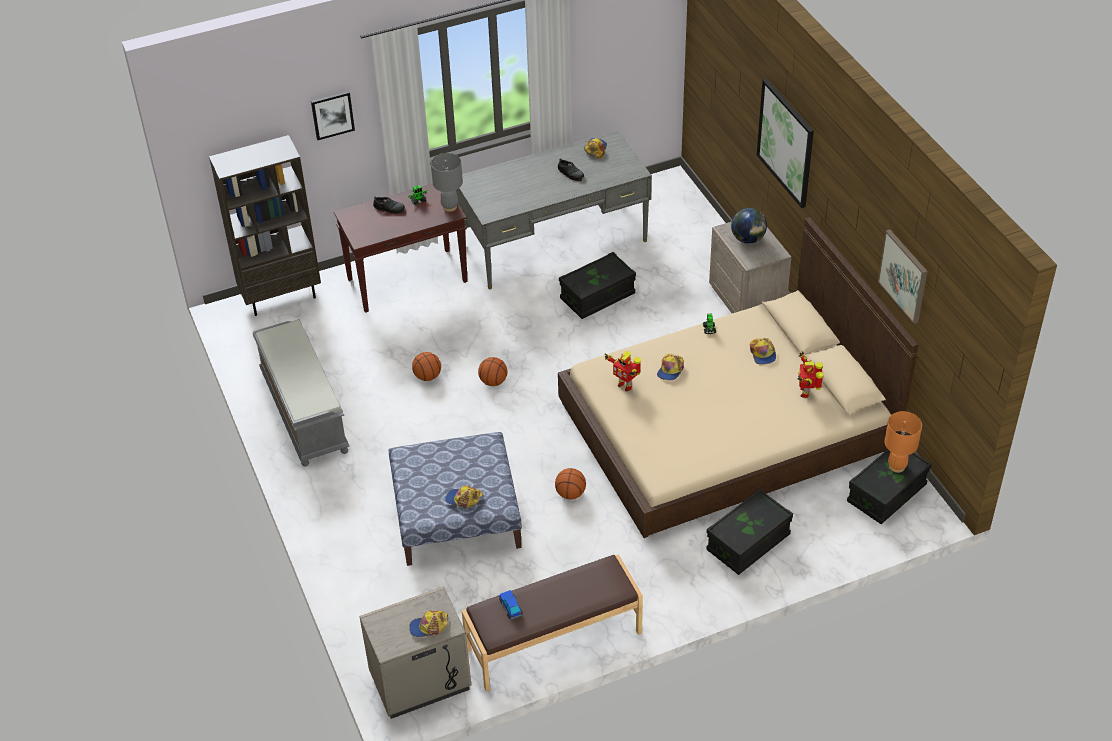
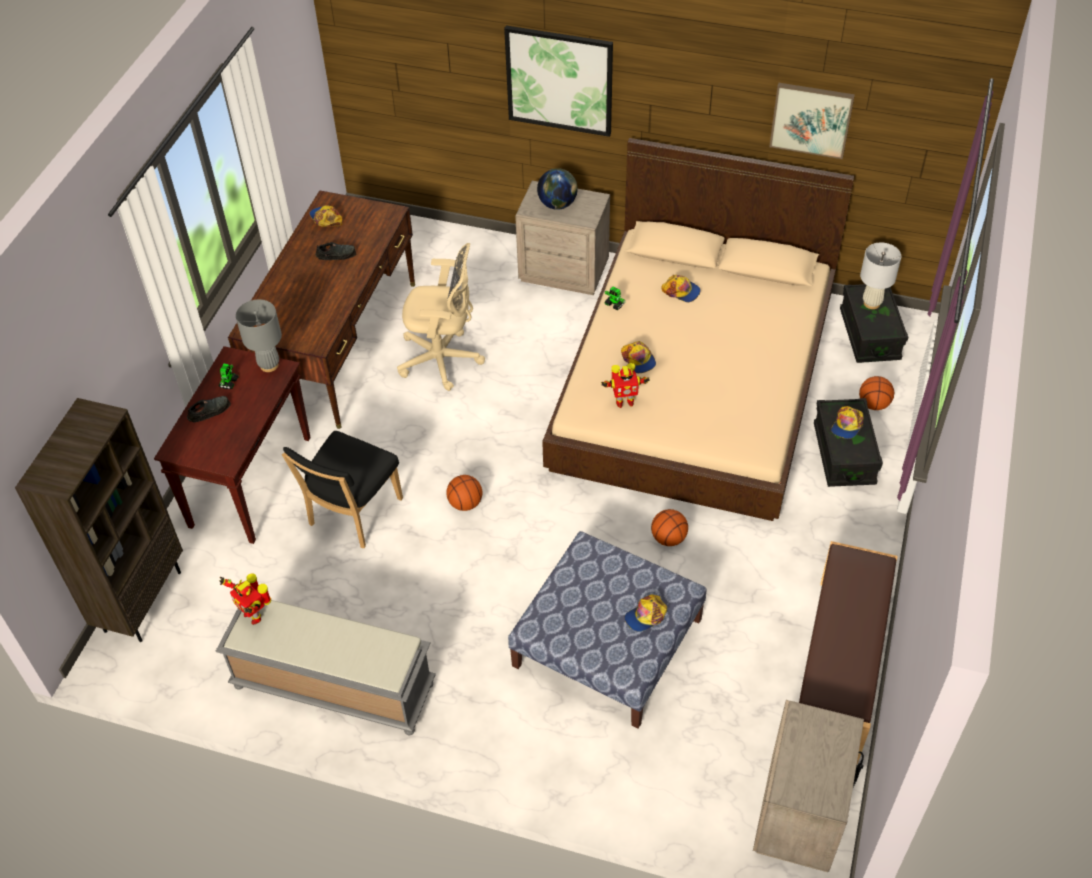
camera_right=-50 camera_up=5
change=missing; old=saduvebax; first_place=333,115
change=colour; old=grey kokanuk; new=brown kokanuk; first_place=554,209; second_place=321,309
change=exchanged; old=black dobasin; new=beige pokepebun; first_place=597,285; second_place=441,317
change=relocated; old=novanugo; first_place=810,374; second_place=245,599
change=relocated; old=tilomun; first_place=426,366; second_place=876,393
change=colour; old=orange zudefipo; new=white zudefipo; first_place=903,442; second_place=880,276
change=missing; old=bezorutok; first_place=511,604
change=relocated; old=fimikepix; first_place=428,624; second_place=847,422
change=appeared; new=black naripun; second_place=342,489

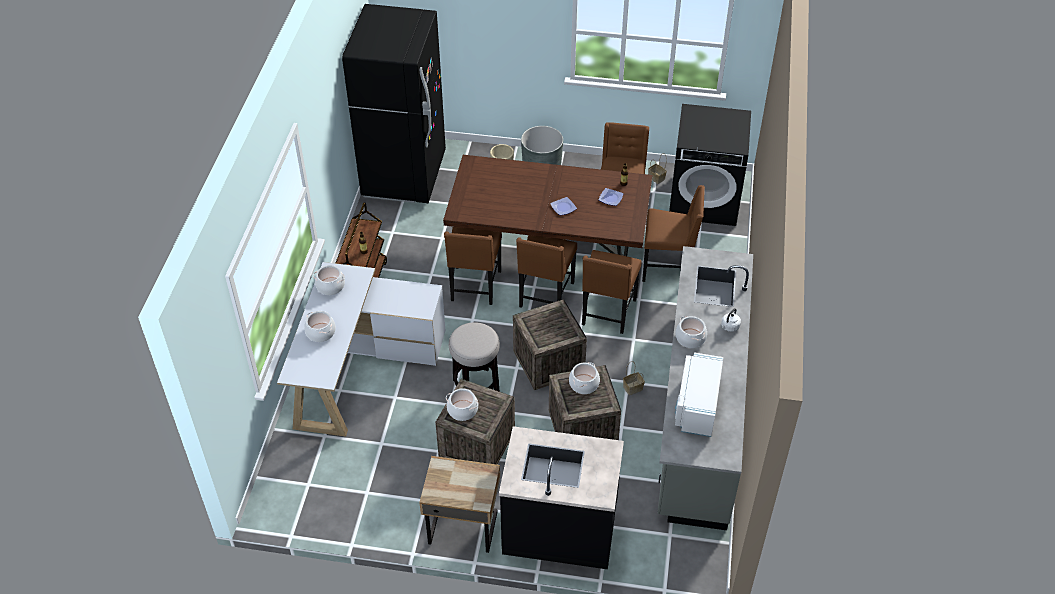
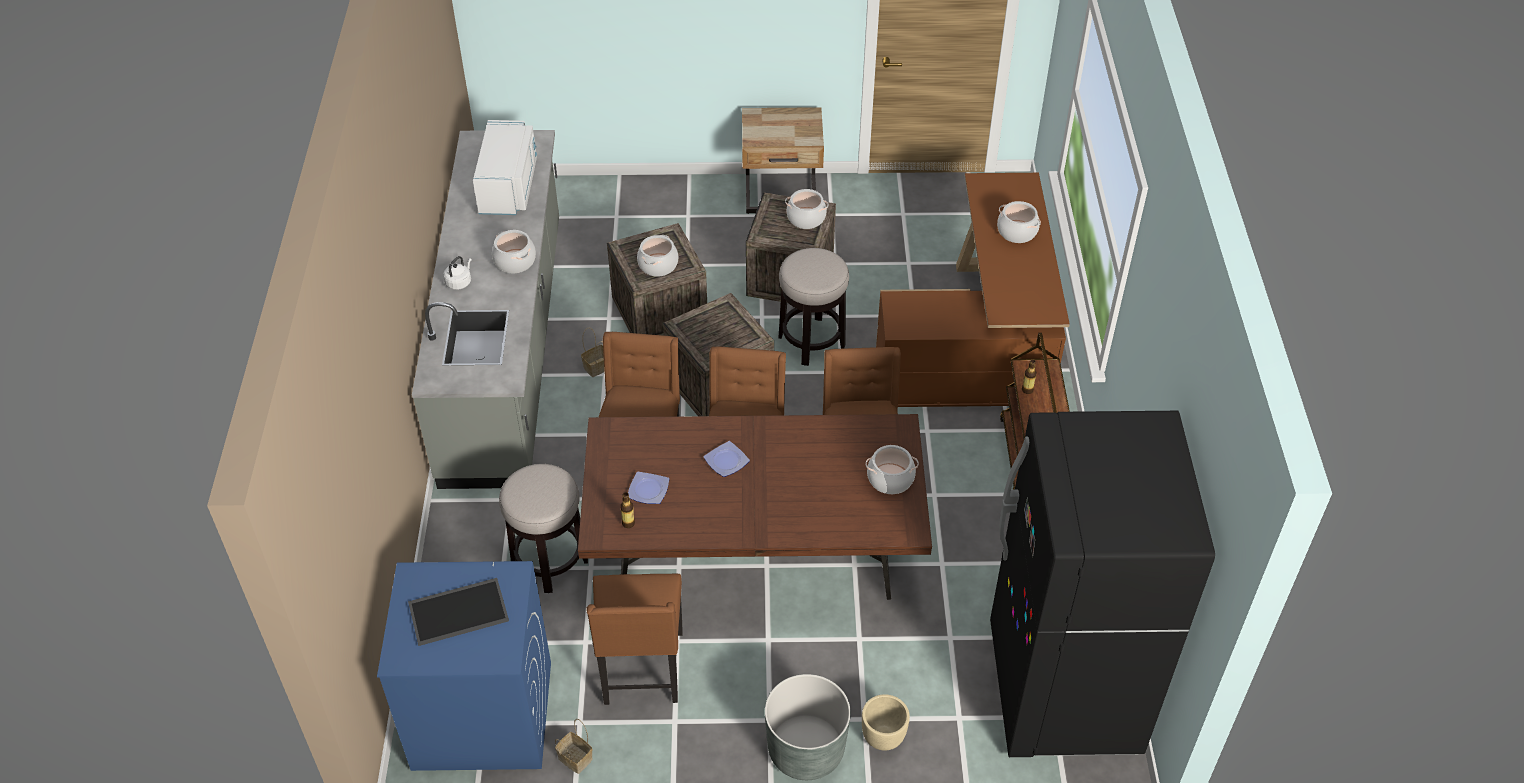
camera_right=170 camera_up=0
change=colour; old=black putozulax; new=blue putozulax; first_place=710,165; second_place=464,666
change=exchanged; old=brown naripun; new=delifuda; first_place=673,233; second_place=543,528
change=colour; old=white kokanuk; new=brown kokanuk; first_place=361,349; second_place=973,290
change=relocated; old=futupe; first_place=329,280; second_place=892,469
change=missing; old=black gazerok; first_place=561,497
change=appeared; new=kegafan; second_place=458,612

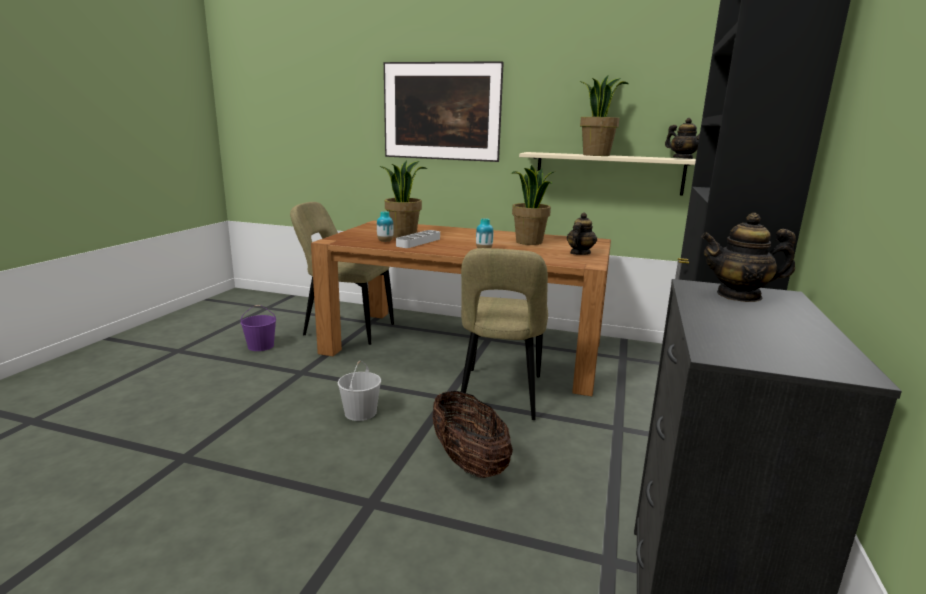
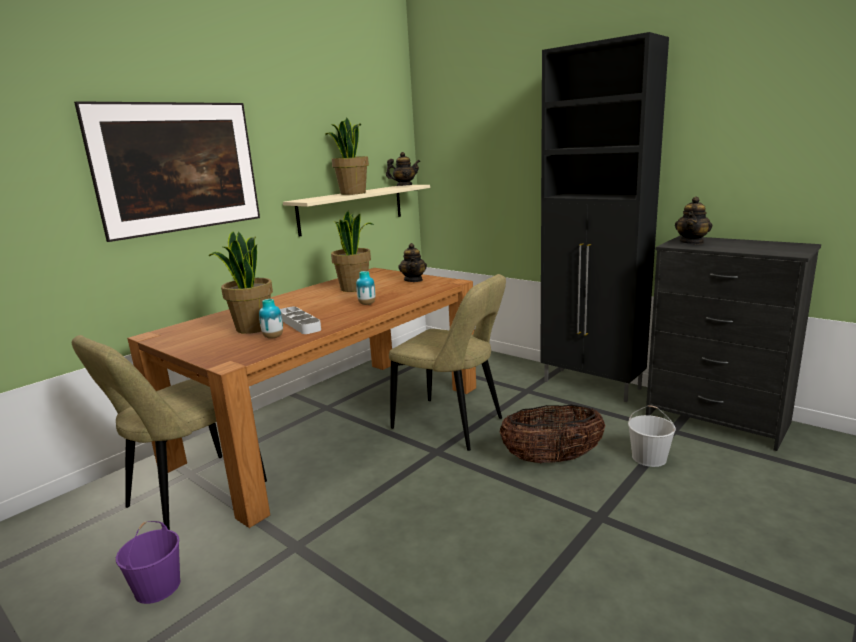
camera_right=-65 camera_up=0
change=spun; old=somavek; first_place=582,234; second_place=412,262; degrees=-150
change=relocated; old=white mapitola; first_place=359,391; second_place=652,436

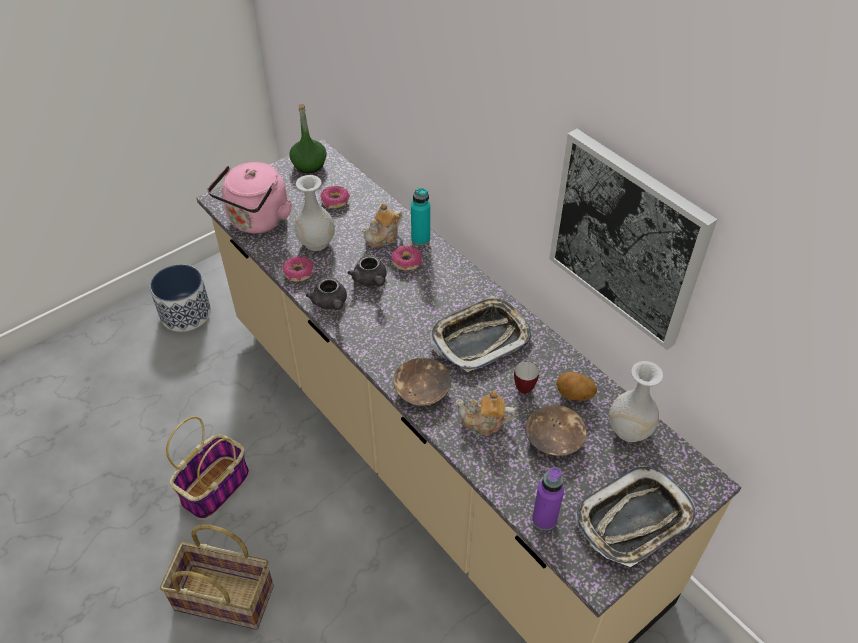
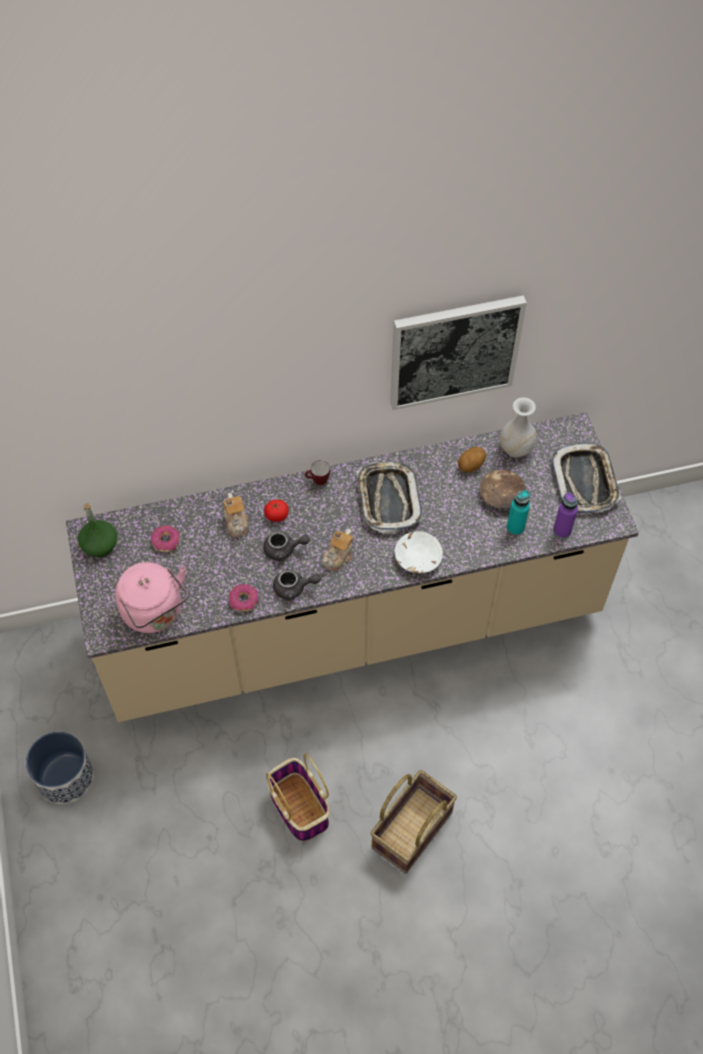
camera_right=-65 camera_up=10
change=missing; old=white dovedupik; first_place=315,213
change=relocated; old=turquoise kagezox; first_place=420,216; second_place=518,512
change=exchanged; old=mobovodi; new=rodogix; first_place=406,258; second_place=276,511
change=colour; old=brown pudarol; new=white pudarol; first_place=422,382; second_place=419,552
change=relocated; old=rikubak; first_place=526,377; second_place=317,472
change=relocated; old=somavek; first_place=486,413; second_place=337,550

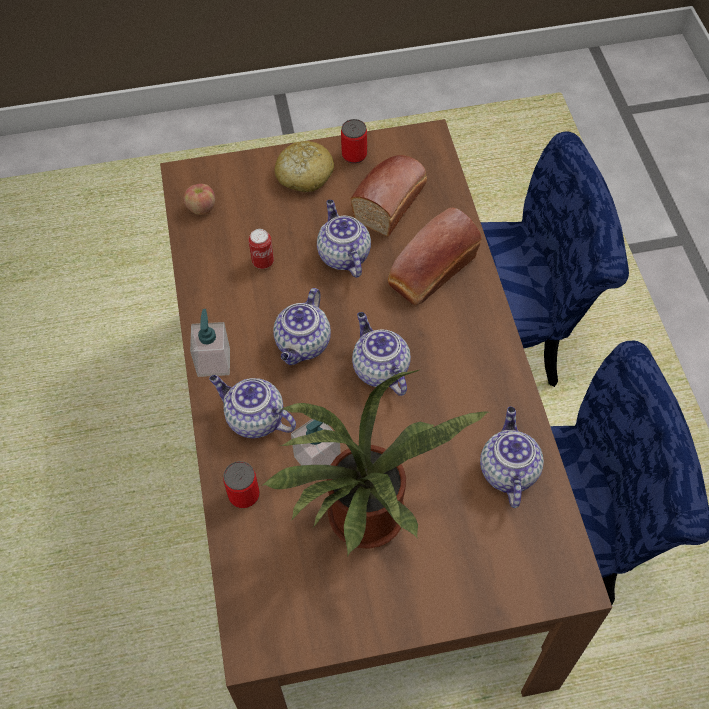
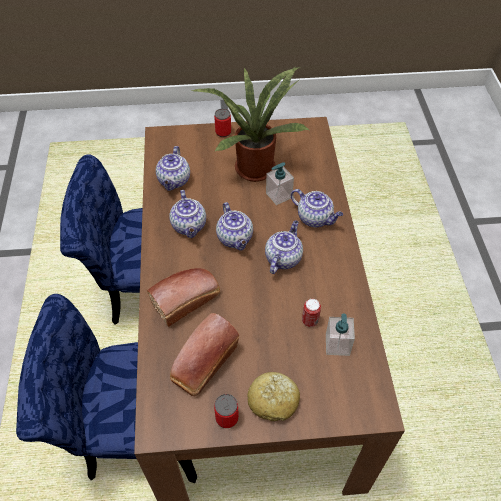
camera_right=-175 camera_up=-5
change=missing; old=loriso; first_place=199,199
change=relocated; old=somavek; first_place=344,239; second_place=187,214
change=relocated; old=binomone; first_place=210,343; second_place=340,335
change=relocated; old=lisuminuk; first_place=241,484; second_place=222,123

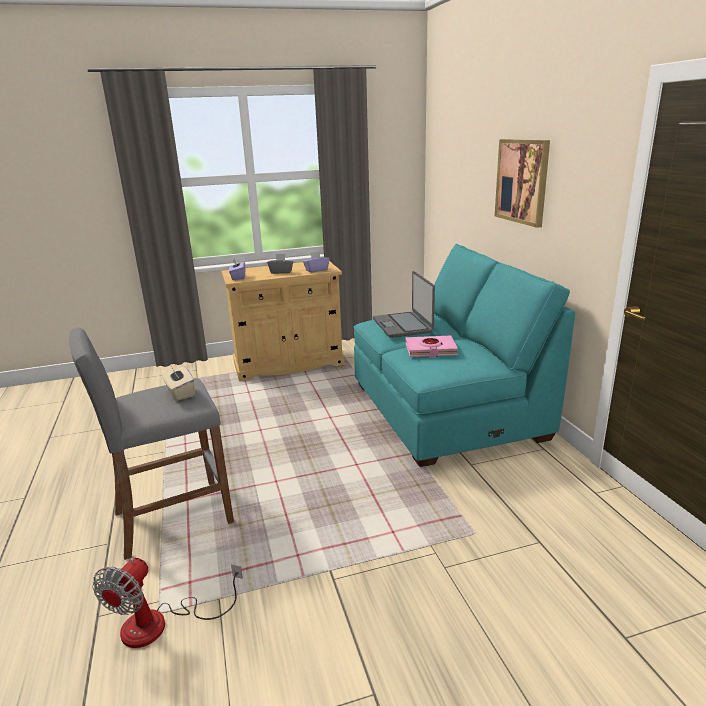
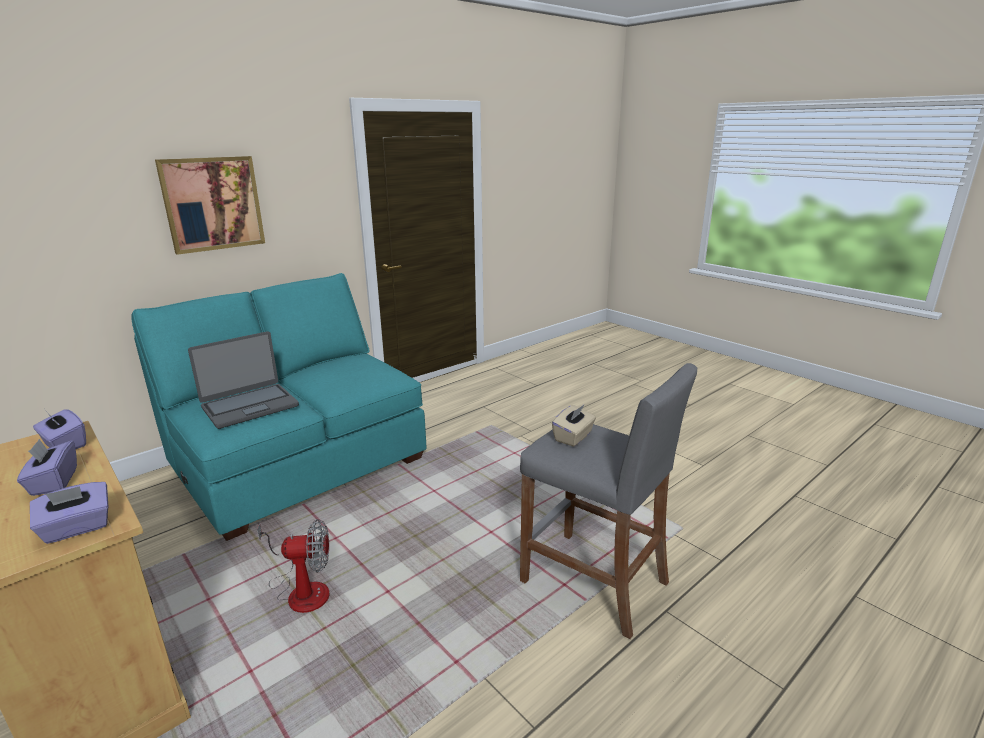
camera_right=-115 camera_up=0
change=colour; old=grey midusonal; new=purple midusonal; first_place=280,264; second_place=47,467
change=missing; old=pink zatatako; first_place=431,346
change=relocated; old=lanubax; first_place=167,603; second_place=293,566

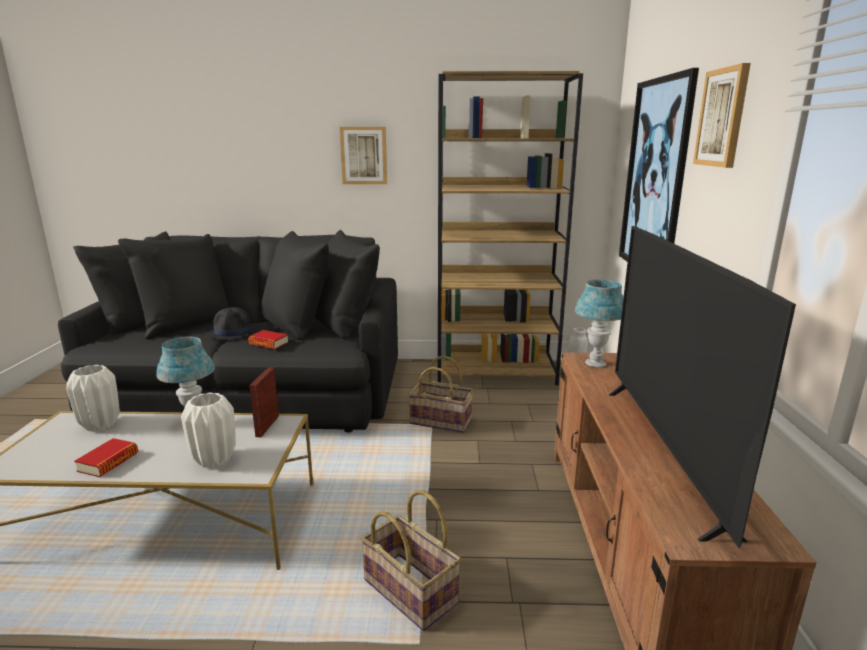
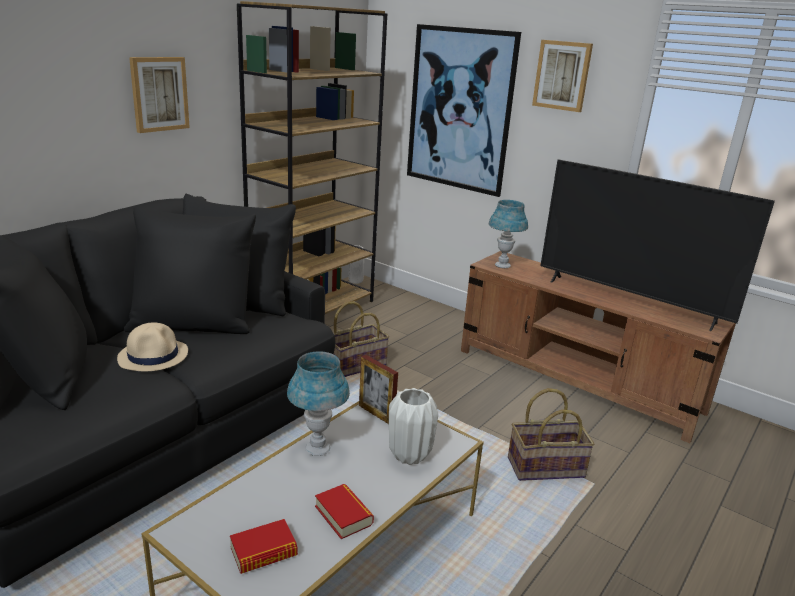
camera_right=-55 camera_up=5
change=colour; old=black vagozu; new=beige vagozu; first_place=232,323; second_place=152,346
change=relocated; old=zatatako; first_place=268,339; second_place=264,546
change=missing; old=white dovedupik; first_place=93,398

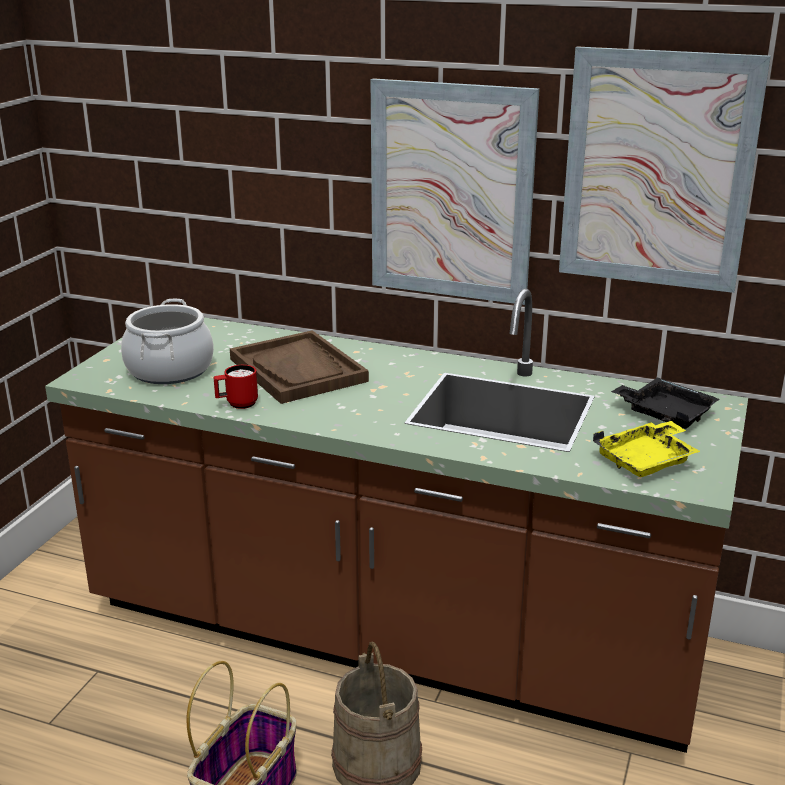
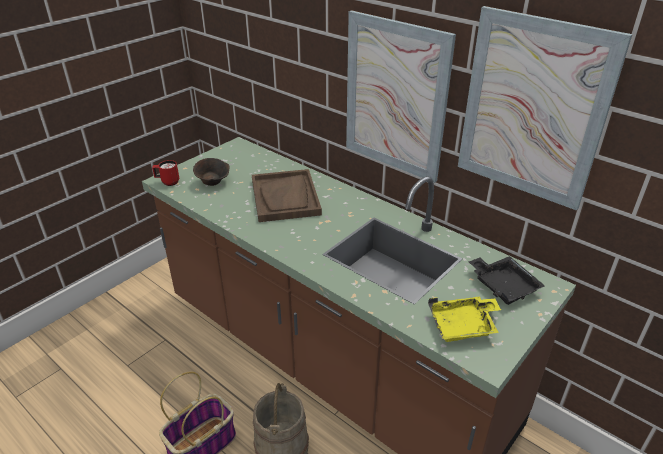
camera_right=20 camera_up=10
change=exchanged; old=futupe; new=brown pudarol; first_place=167,341; second_place=211,172
change=relocated; old=red rikubak; first_place=236,387; second_place=165,173

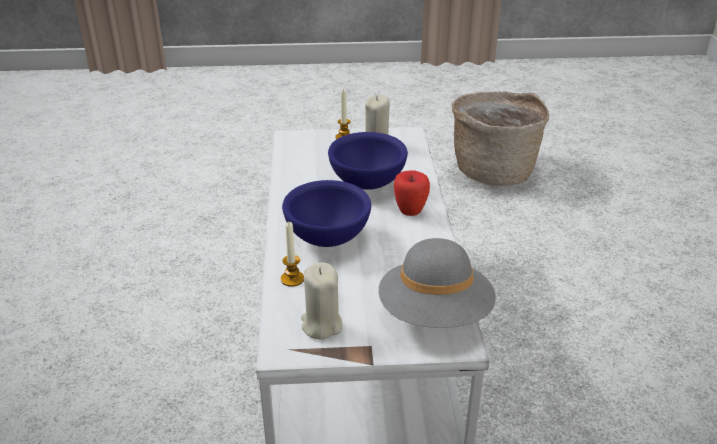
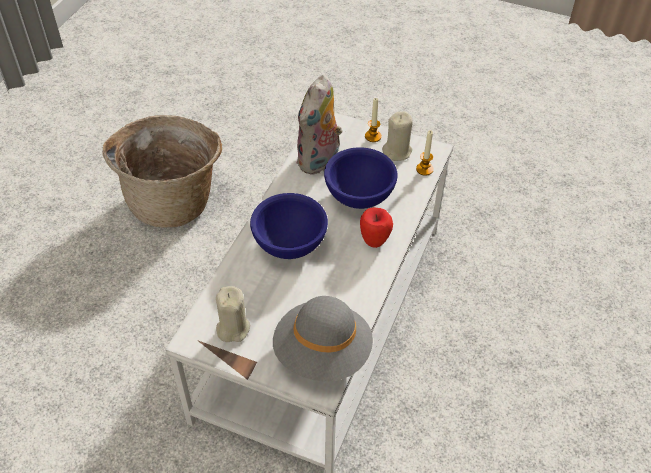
camera_right=25 camera_up=15
change=relocated; old=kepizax; first_place=500,138; second_place=162,171
change=relocated; old=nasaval; first_place=292,254; second_place=425,153
change=appeared; new=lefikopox; second_place=319,125

